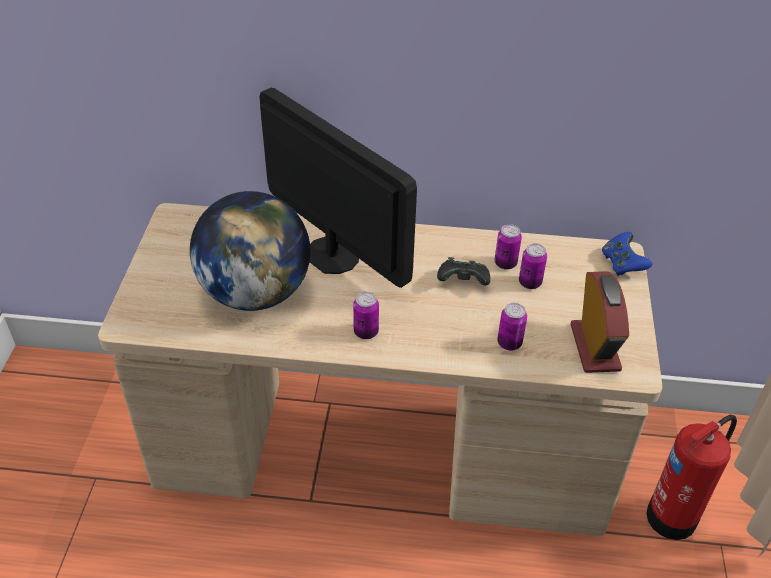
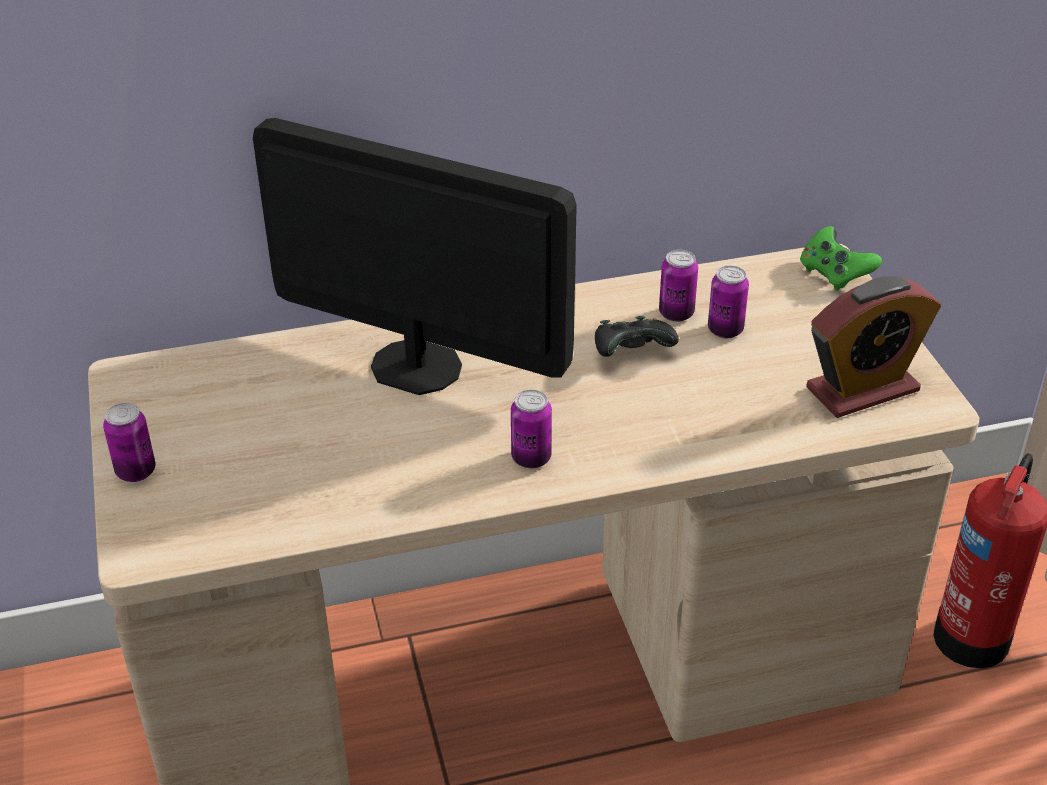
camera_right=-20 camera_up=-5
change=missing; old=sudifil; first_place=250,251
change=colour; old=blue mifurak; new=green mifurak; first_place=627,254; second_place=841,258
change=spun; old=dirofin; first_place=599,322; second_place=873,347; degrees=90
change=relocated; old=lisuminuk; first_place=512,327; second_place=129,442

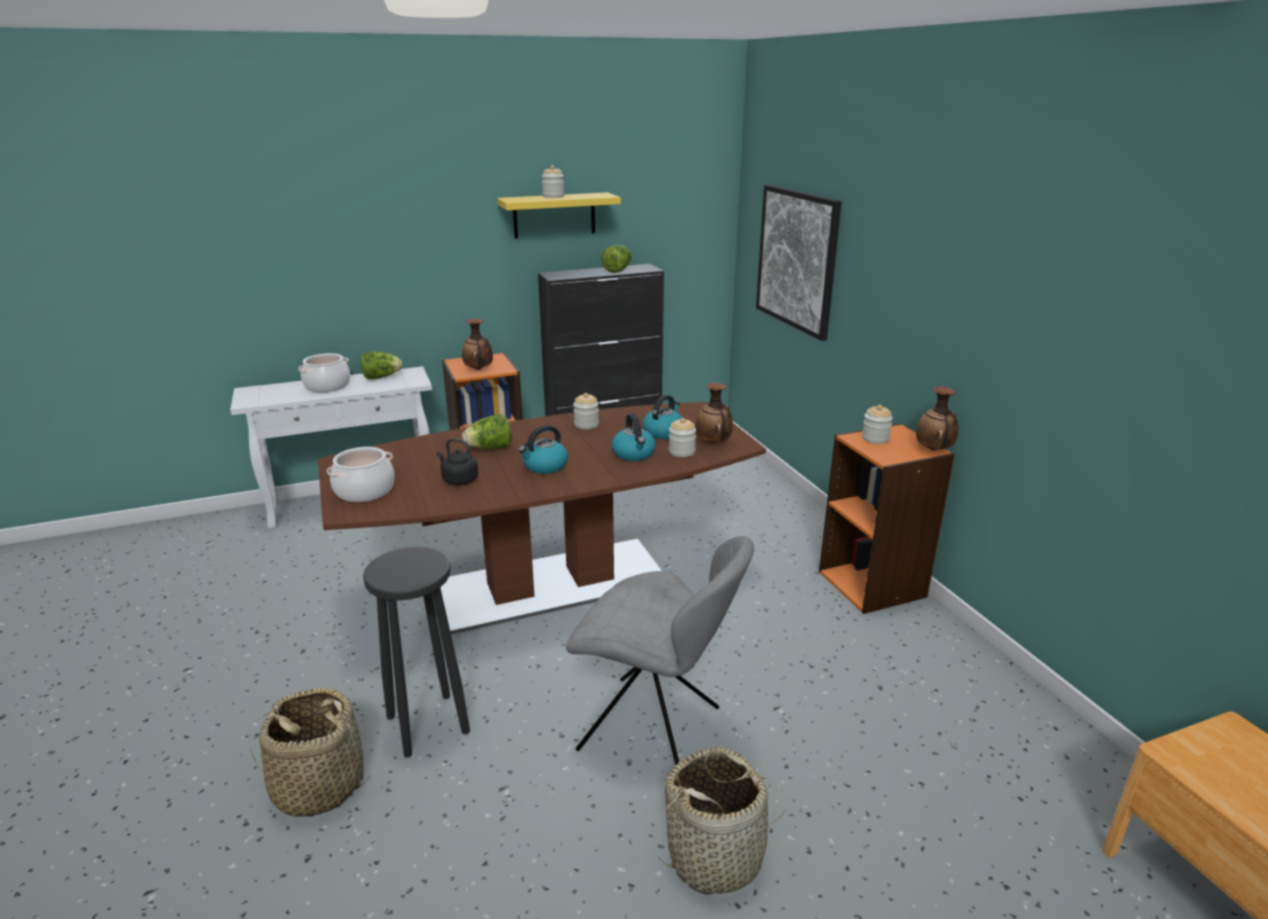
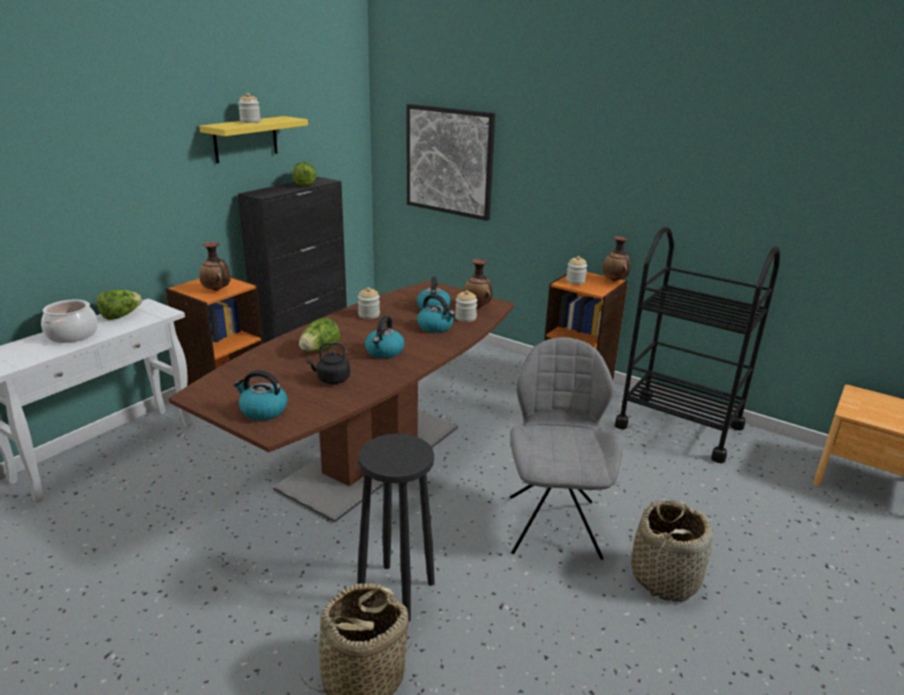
camera_right=-35 camera_up=0
change=exchanged; old=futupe; new=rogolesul; first_place=361,474; second_place=260,395
change=spun; old=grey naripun; first_place=660,650; second_place=566,448; degrees=-75
change=appeared; new=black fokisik; second_place=697,345

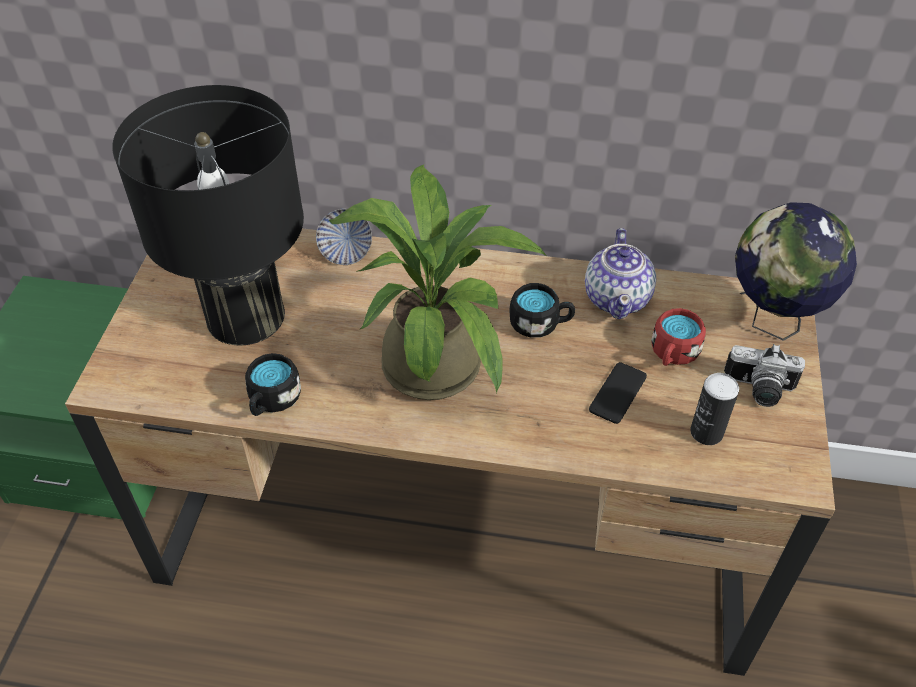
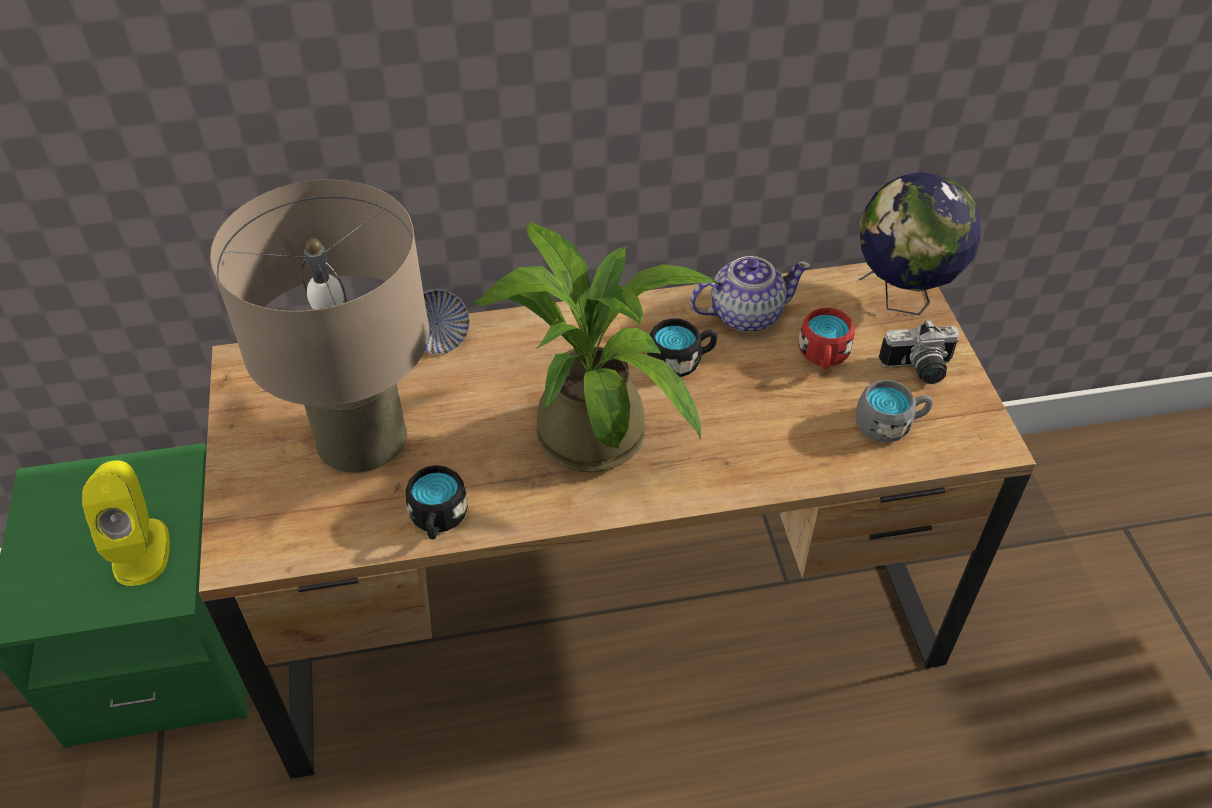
camera_right=-20 camera_up=0
change=colour; old=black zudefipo; new=beige zudefipo; first_place=208,215; second_place=319,326
change=spun; old=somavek; first_place=620,273; second_place=750,294; degrees=-90
change=missing; old=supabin; first_place=618,393
change=exchanged; old=lisuminuk; new=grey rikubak; first_place=714,409; second_place=894,411
change=appeared; new=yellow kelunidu; second_place=126,523

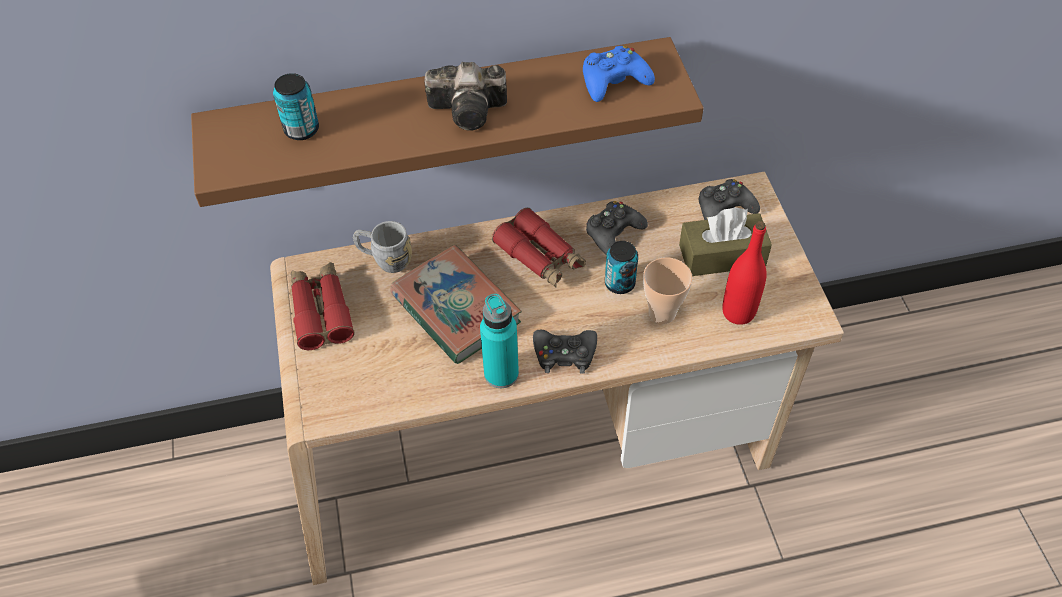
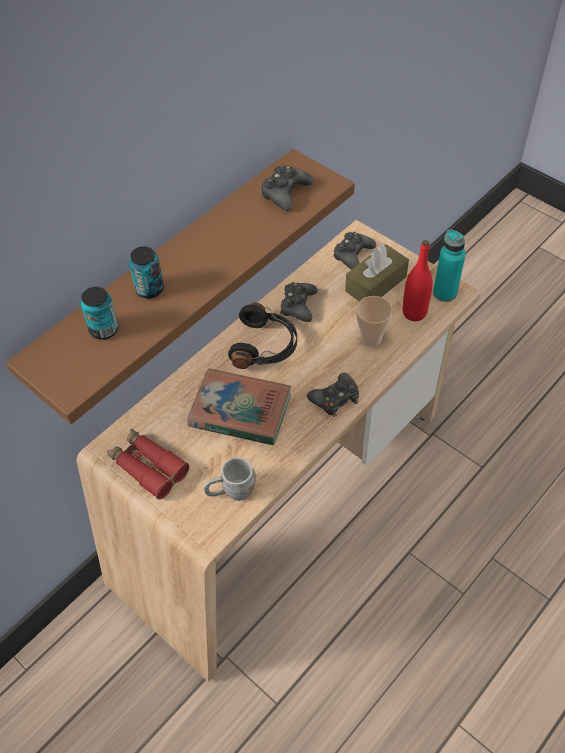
camera_right=-35 camera_up=0
change=colour; old=blue mifurak; new=black mifurak; first_place=619,73; second_place=287,188
change=missing; old=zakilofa; first_place=465,96
change=exchanged; old=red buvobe; new=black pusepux; first_place=539,247; second_place=262,336
change=relocated; old=grey rikubak; first_place=382,247; second_place=230,479
change=relocated; old=lisuminuk; first_place=621,267; second_place=146,272
change=relocated; old=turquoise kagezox; first_place=499,341; second_place=449,265

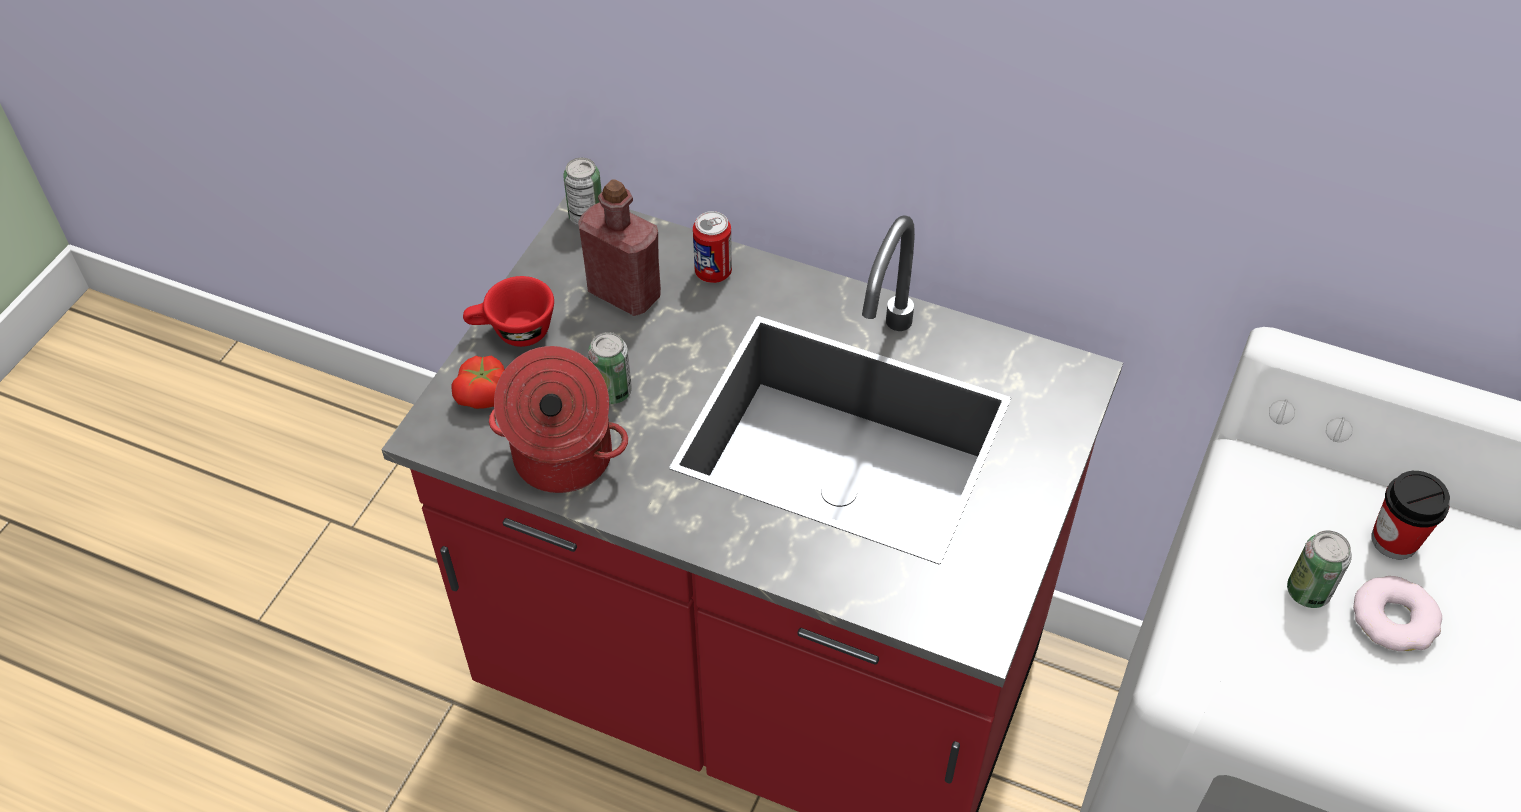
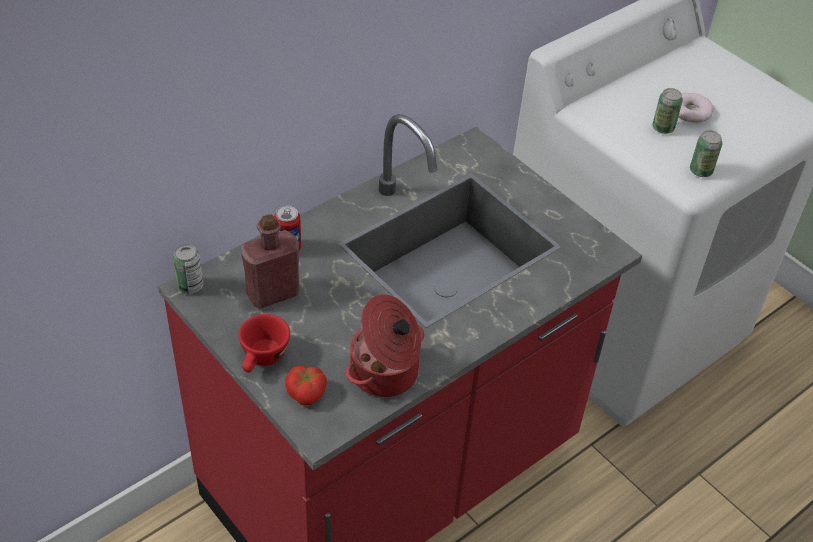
camera_right=-65 camera_up=-5
change=relocated; old=lisuminuk; first_place=610,368; second_place=706,153
change=missing; old=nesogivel; first_place=1410,515

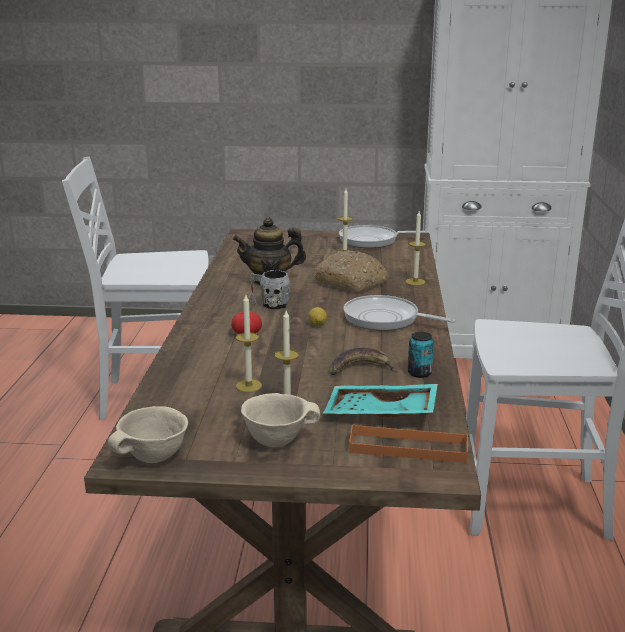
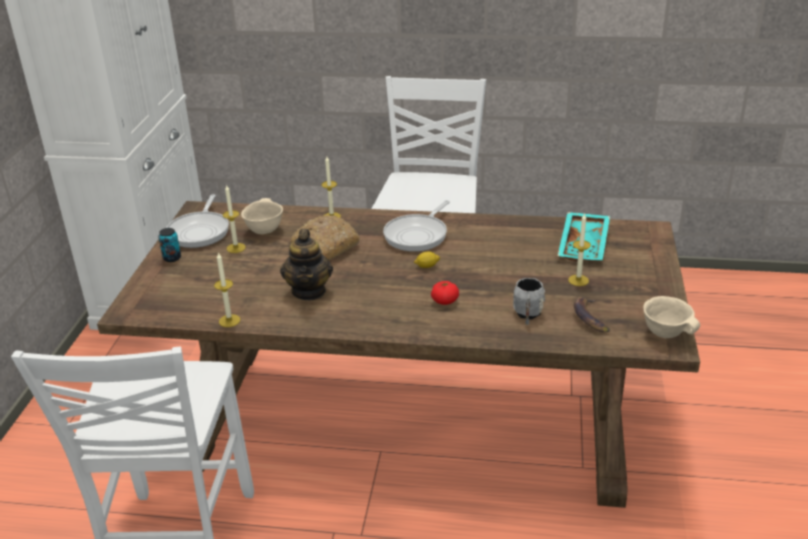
camera_right=-85 camera_up=10
change=relocated; old=grey rikubak; first_place=270,290; second_place=529,301
change=relocated; old=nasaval; first_place=249,343; second_place=227,289
change=relocated; old=lisuminuk; first_place=421,355; second_place=169,245
change=relocated; old=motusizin; first_place=363,361; second_place=592,314
change=relocated; old=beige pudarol; first_place=280,420; second_place=262,216
change=missing; old=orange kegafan; first_place=408,443

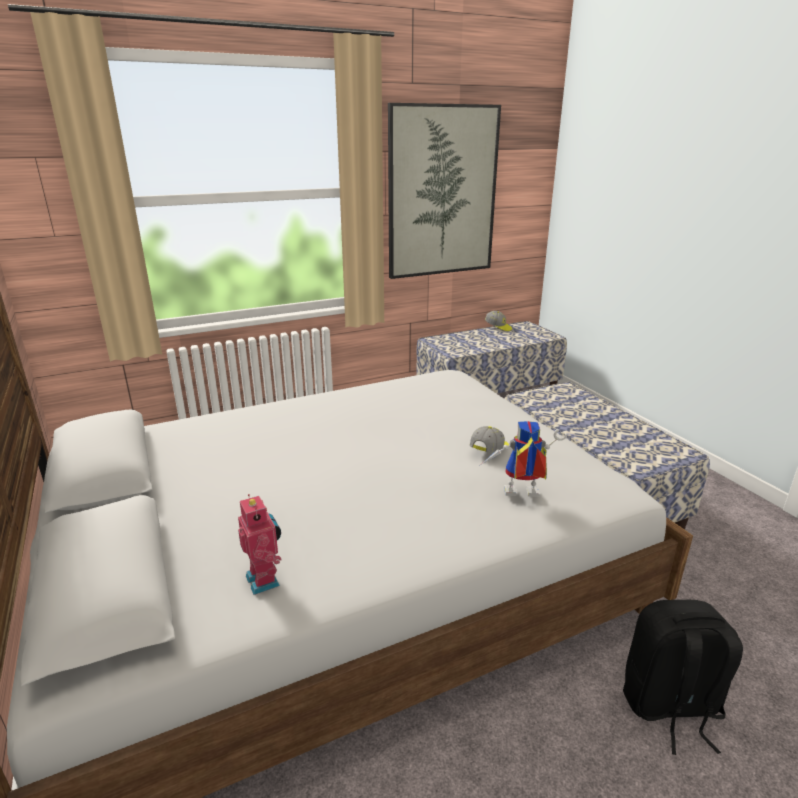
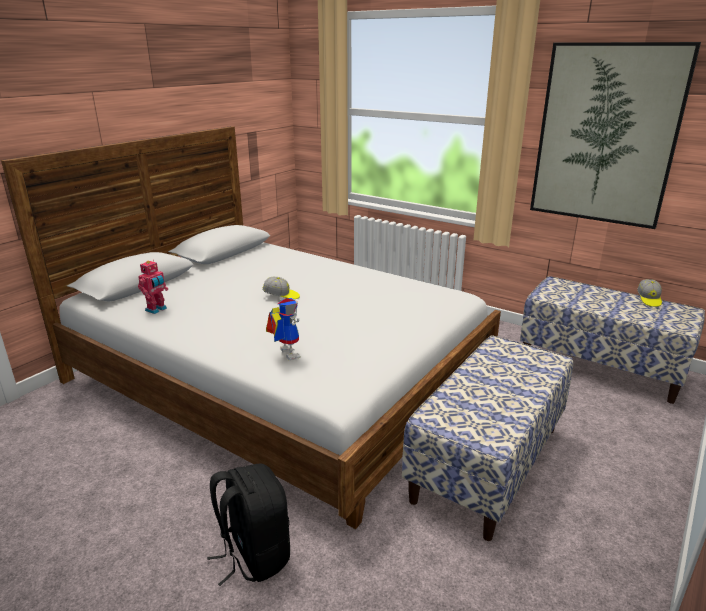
camera_right=60 camera_up=0
change=relocated; old=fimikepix; first_place=489,439; second_place=281,288

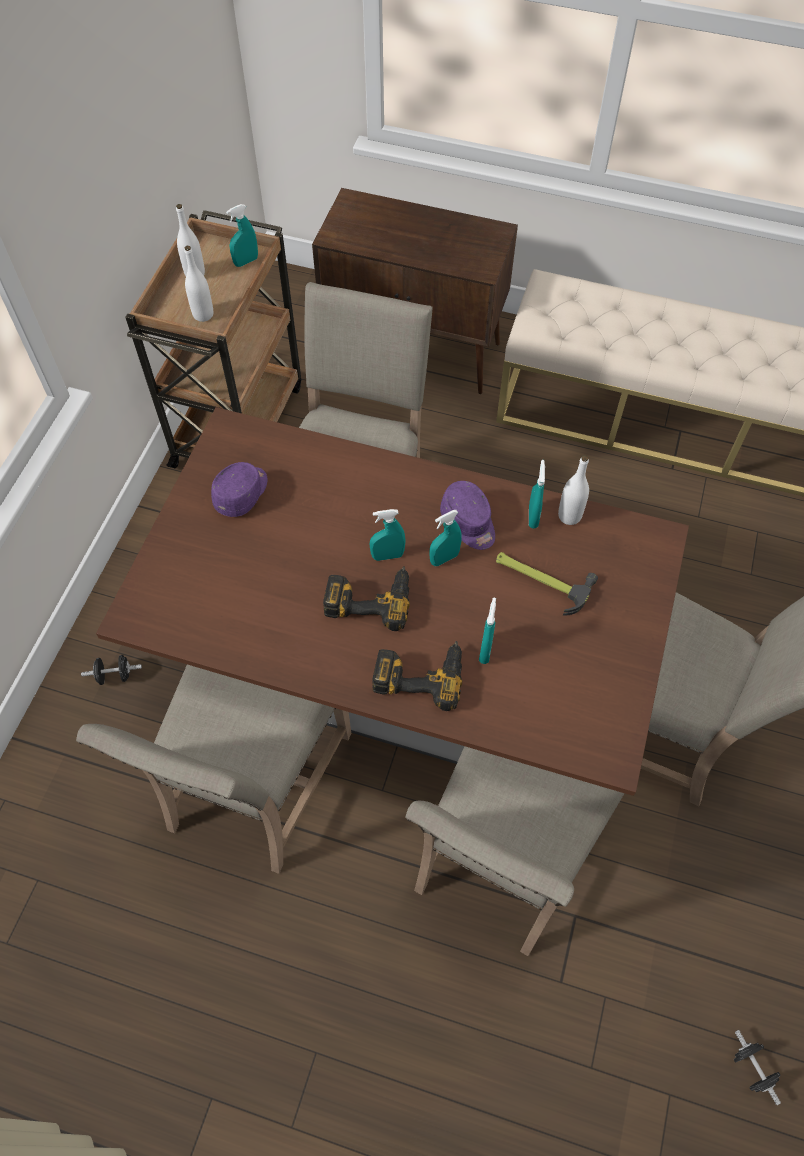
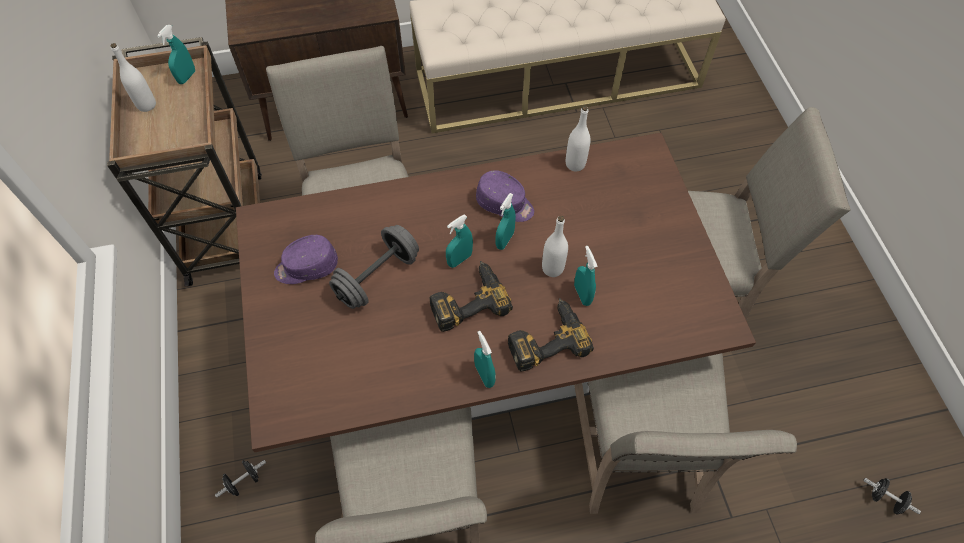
camera_right=-30 camera_up=0
change=relocated; old=white kagezox; first_place=198,284; second_place=555,246
change=relocated; old=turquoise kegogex; first_place=537,494; second_place=485,359
change=spun; old=purple fimikepix; first_place=239,489; second_place=306,259; degrees=-105
change=missing; old=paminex; first_place=547,584
change=appeared; new=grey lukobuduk; second_place=374,267

